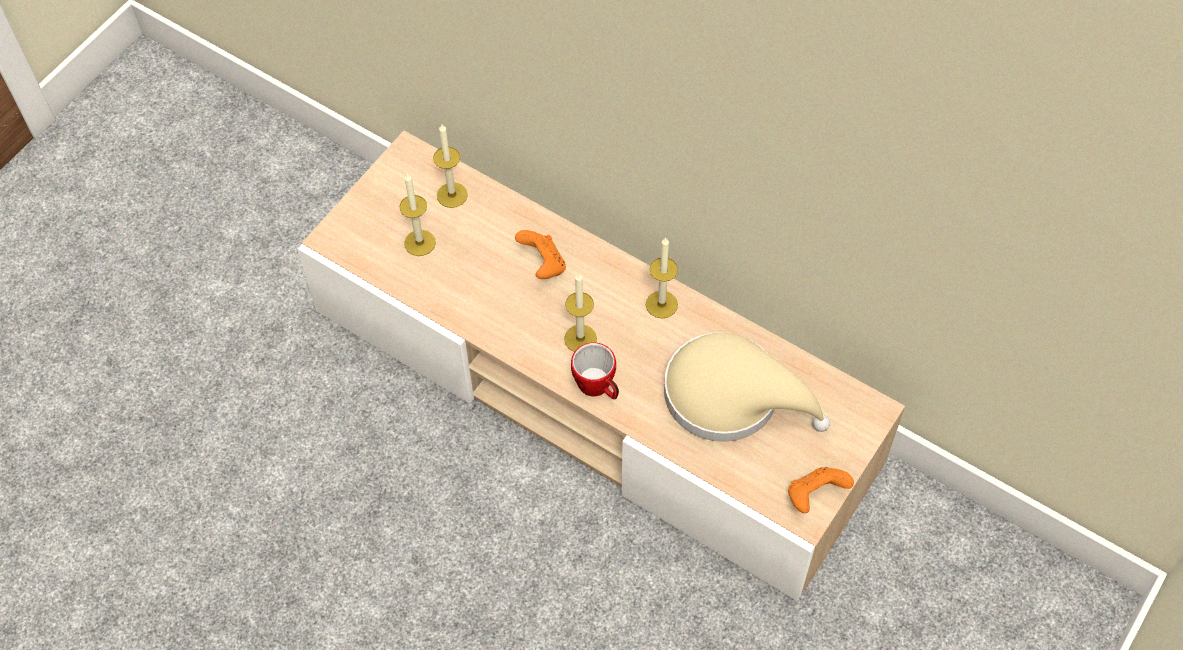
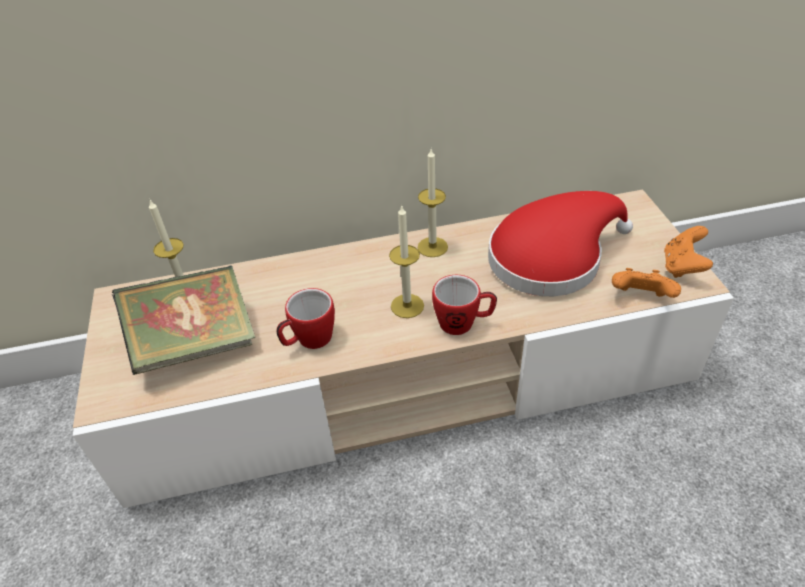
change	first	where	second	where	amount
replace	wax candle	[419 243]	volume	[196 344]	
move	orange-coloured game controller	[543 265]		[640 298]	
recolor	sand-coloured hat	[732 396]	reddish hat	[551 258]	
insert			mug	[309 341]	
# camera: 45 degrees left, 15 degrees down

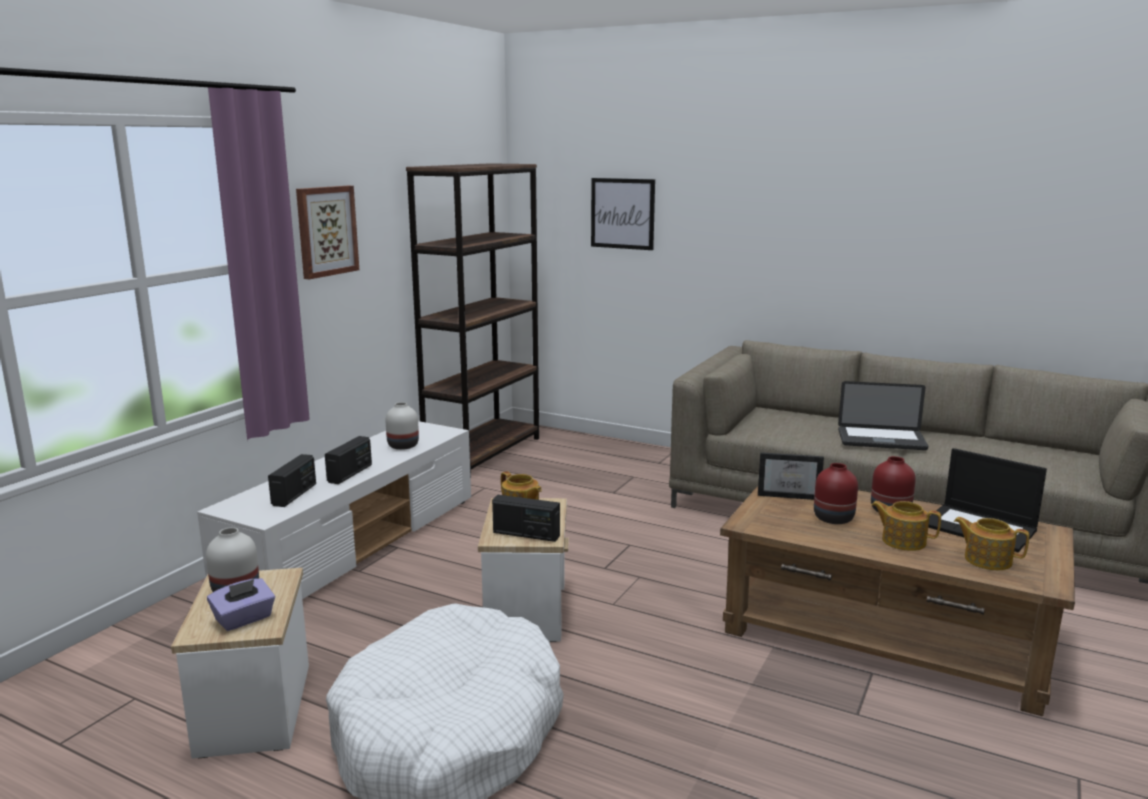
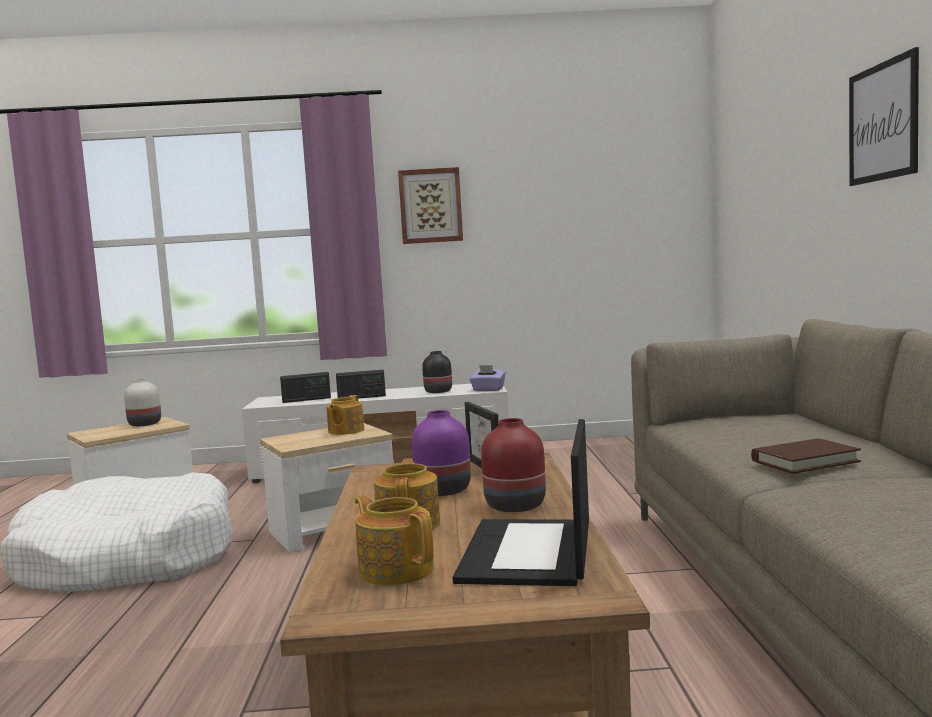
change	first	where	second	where	amount
delete	brown-coloured bookcase	[483 453]			
move	wall art	[622 213]		[883 122]	
replace	laptop	[881 440]	brown-coloured volume	[805 461]	
recolor	white decorative vase	[403 445]	blackish decorative vase	[439 391]	
recolor	reddish decorative vase	[834 518]	purple-coloured decorative vase	[445 490]	
delete	radio	[526 534]			
rotate	tea pot	[986 560]		[396 569]	45 degrees counterclockwise
move	purple-coloured tissue box	[244 619]		[488 390]	
# camera: 60 degrees right, 10 degrees down

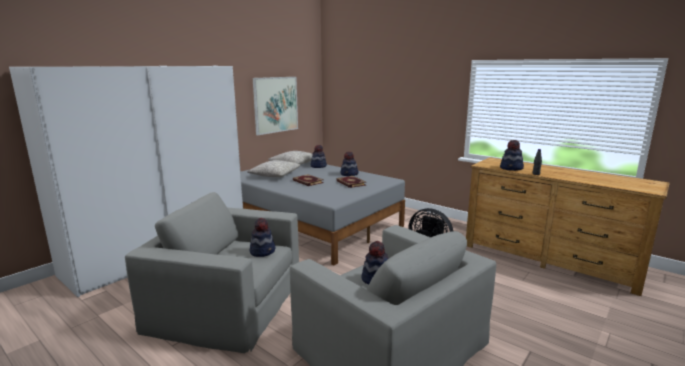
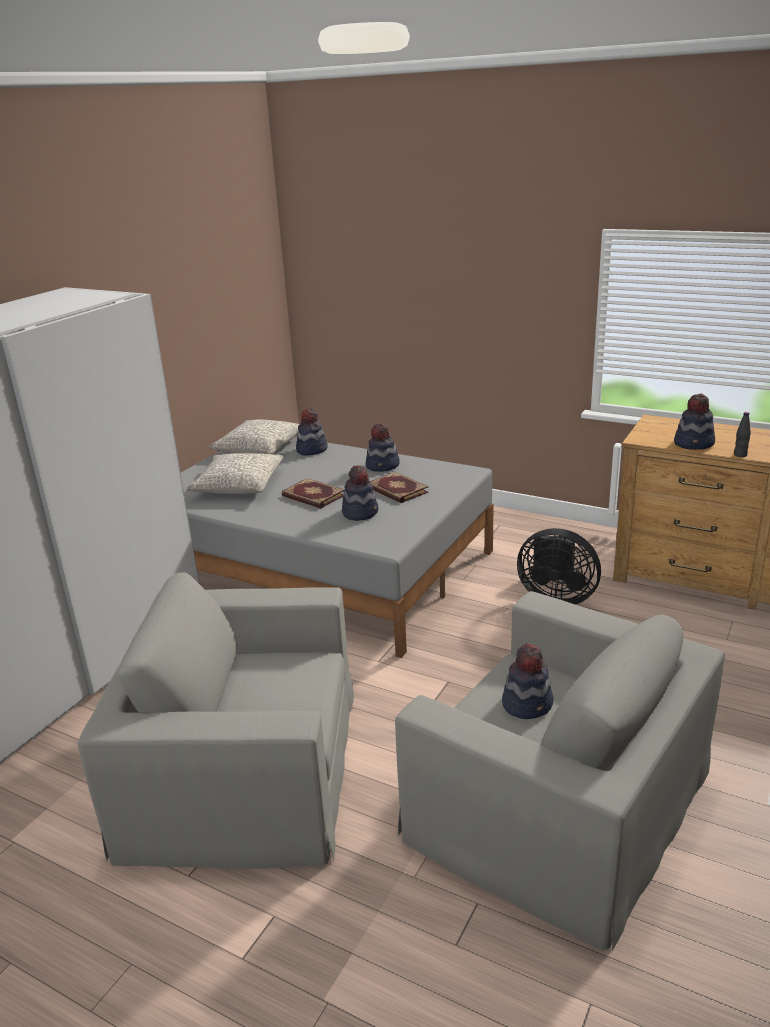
change	first	where	second	where	amount
delete	wall art	[275 104]			
move	hat	[263 251]		[360 512]	
# camera: 10 degrees left, 10 degrees up

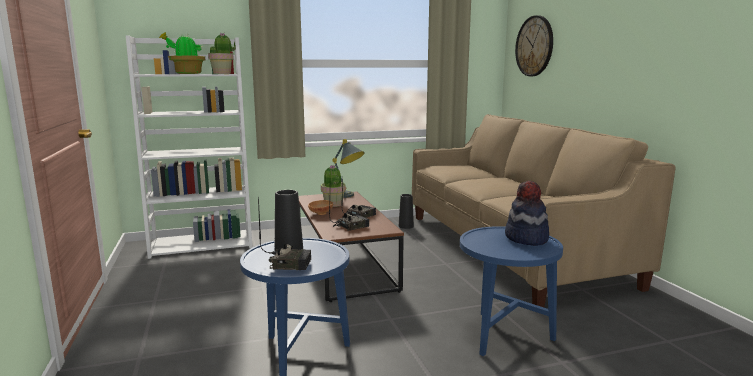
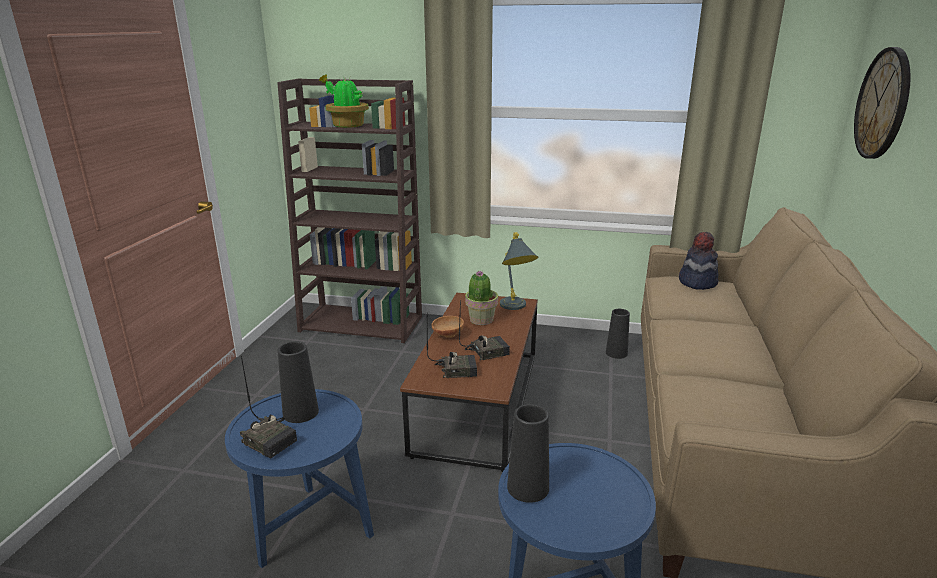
change	first	where	second	where	amount
delete	houseplant	[222 73]			
recolor	white bookcase	[203 244]	brown-coloured bookcase	[362 323]	
move	hat	[526 238]		[697 282]	
insert			blackish decorative vase	[528 487]	
# camera: 30 degrees right, 10 degrees up

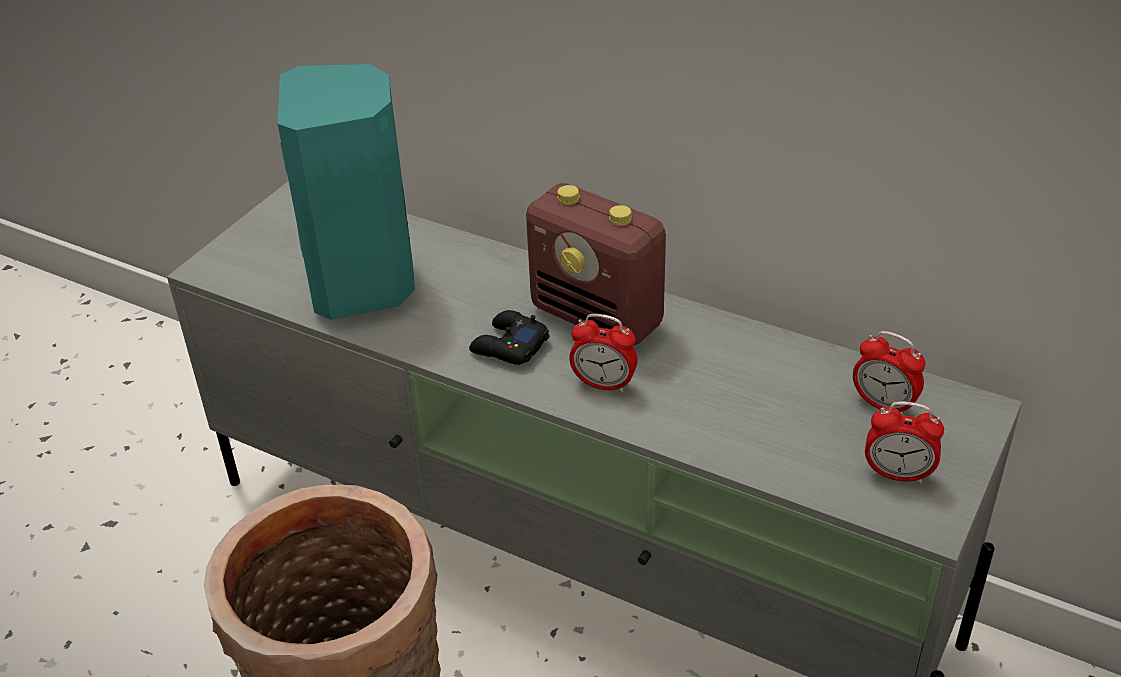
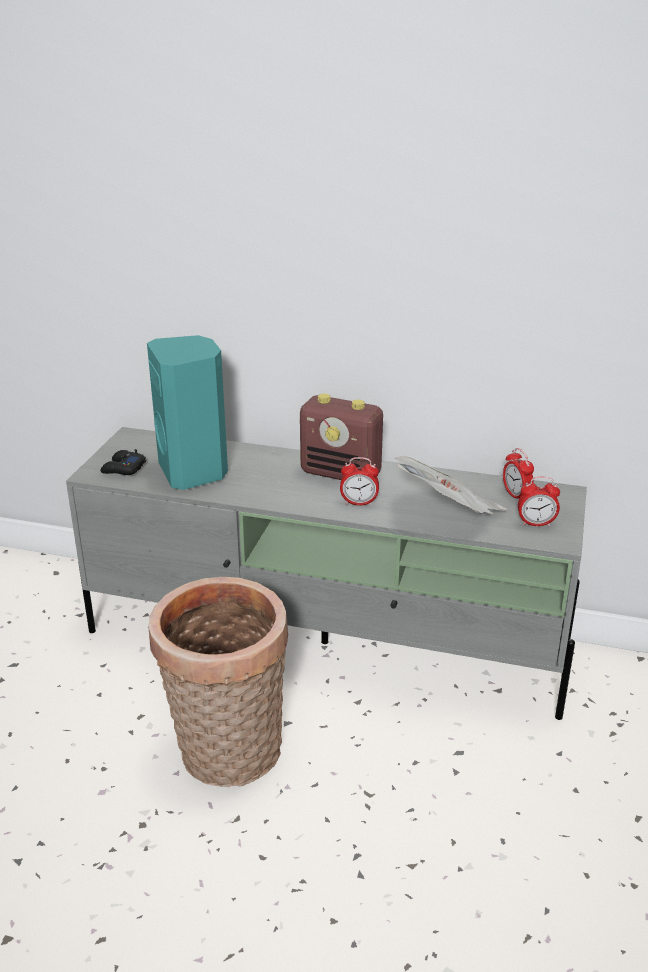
change	first	where	second	where	amount
move	blackish game controller	[509 346]		[123 469]	
rotate	bedside clock	[883 405]		[516 495]	45 degrees clockwise
insert			printed paper	[449 512]	
# camera: 15 degrees left, 10 degrees down

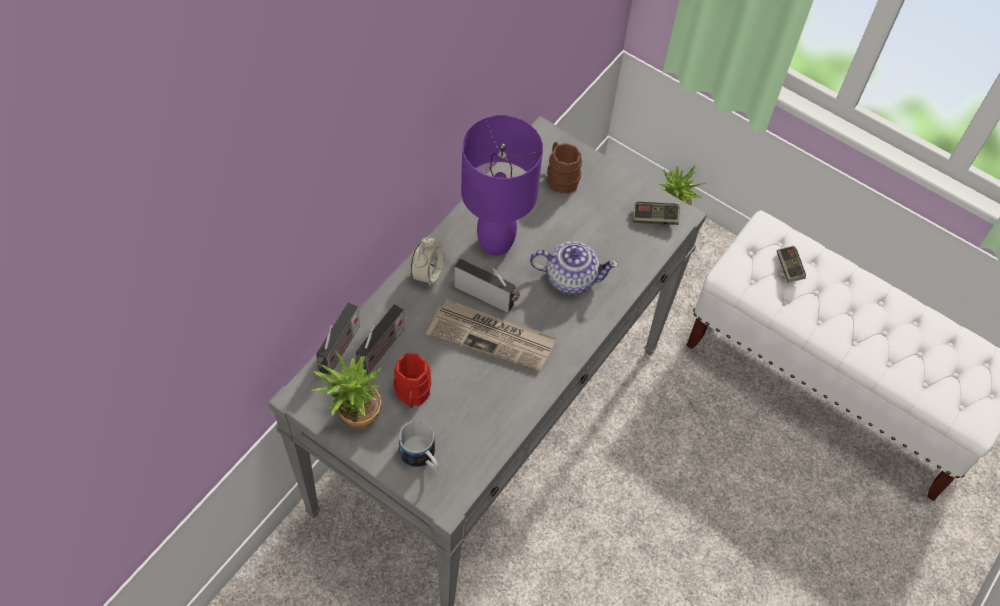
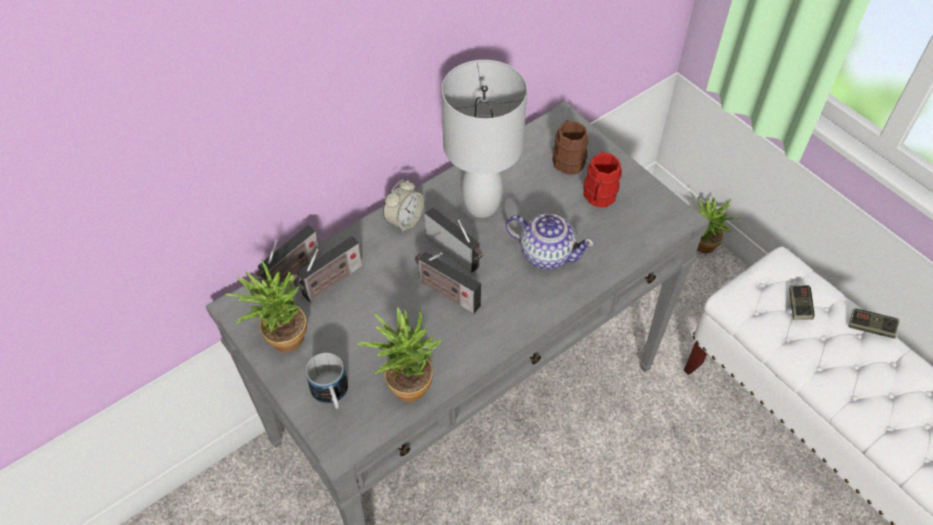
change	first	where	second	where	amount
recolor	purple-coloured lamp for a table	[494 243]	white lamp for a table	[480 205]	
move	game controller	[655 218]		[870 328]	
replace	printed paper	[492 337]	radio	[446 293]	
move	reddish mug	[412 394]		[598 198]	
insert			houseplant	[405 382]	
# camera: 20 degrees right, 5 degrees down

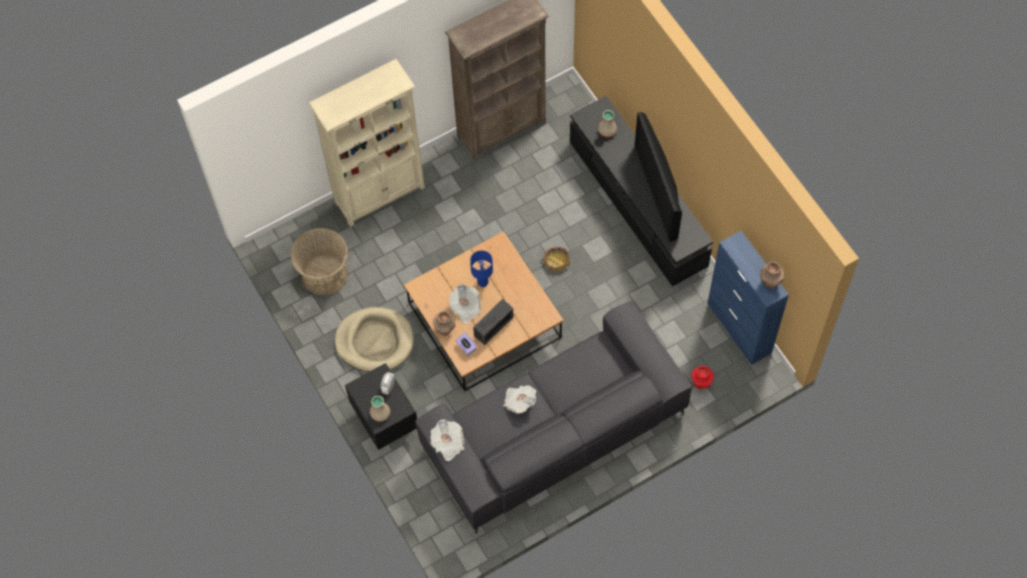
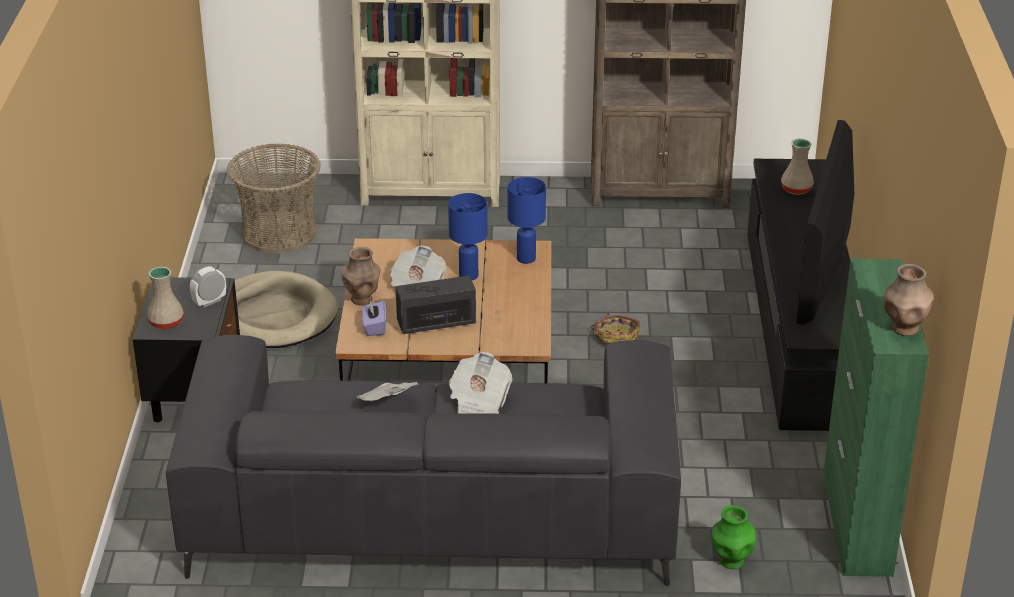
change	first	where	second	where	amount
recolor	blue storage cabinet	[739 328]	green storage cabinet	[857 523]	
recolor	reddish decorative vase	[700 383]	green decorative vase	[731 561]	
move	printed paper	[448 443]		[478 402]	
insert			blue lamp for a table	[526 258]	
# camera: 30 degrees right, 30 degrees down

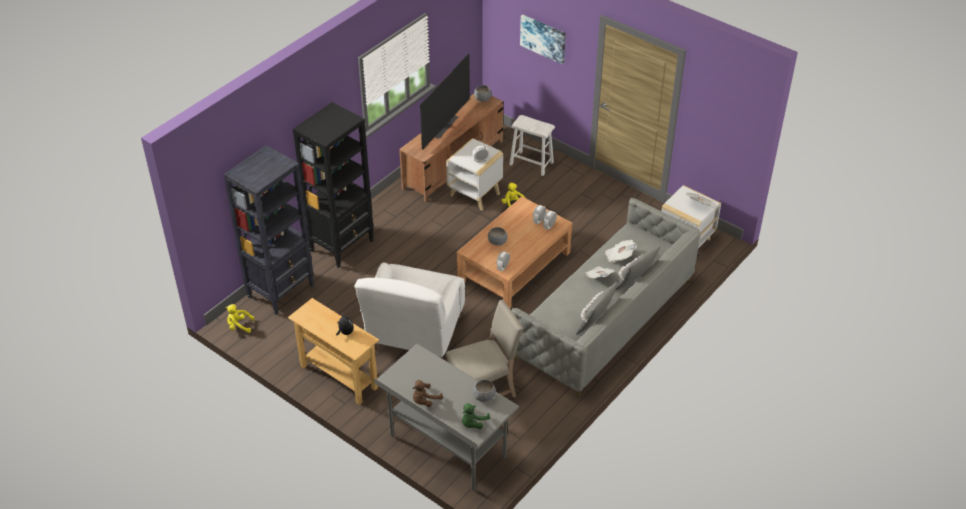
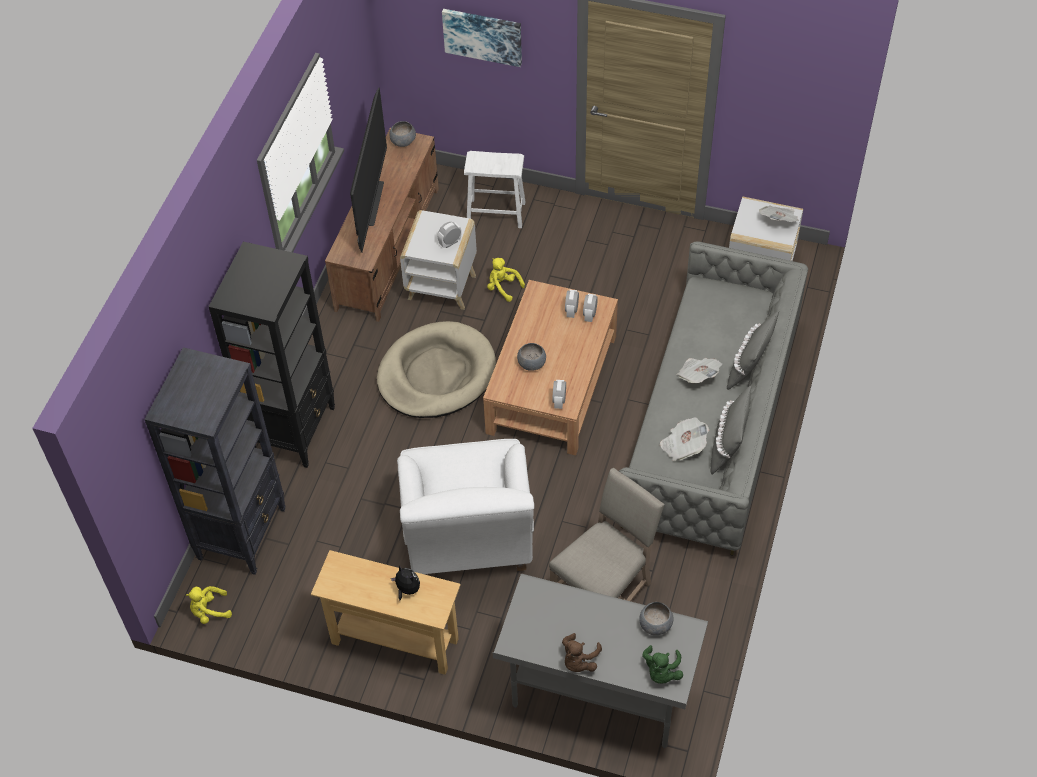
change	first	where	second	where	amount
move	printed paper	[619 256]		[683 446]	
insert			sand-coloured pet bed	[436 374]	
# camera: 20 degrees left, 10 degrees up

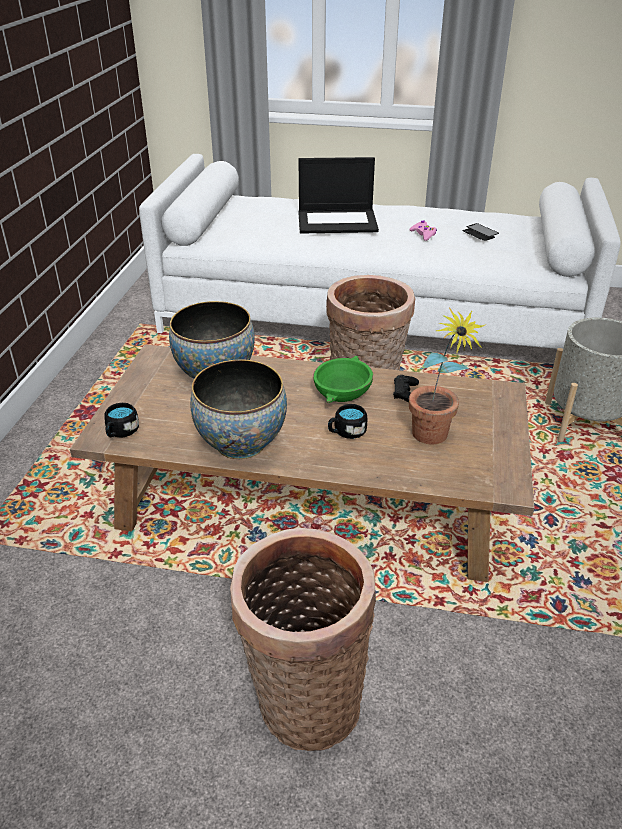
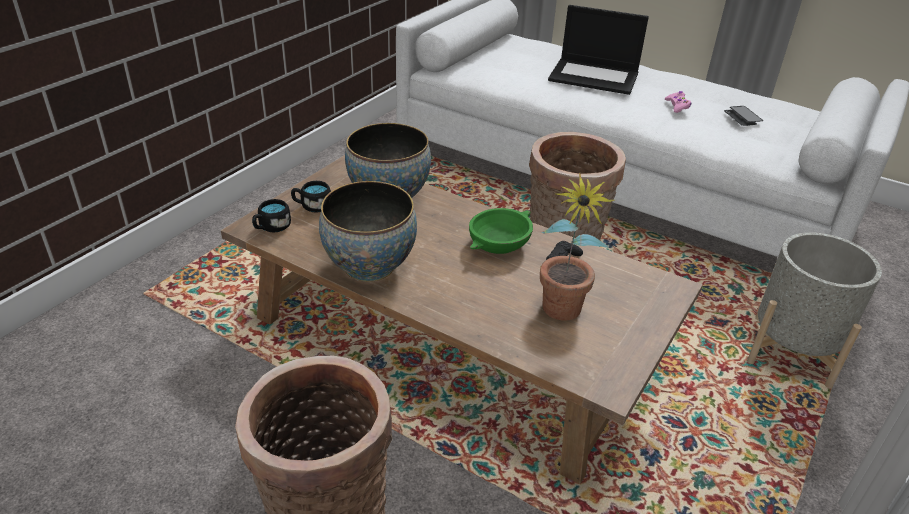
change	first	where	second	where	amount
move	blackish mug	[346 432]		[312 206]	
# camera: 20 degrees right, 0 degrees up

